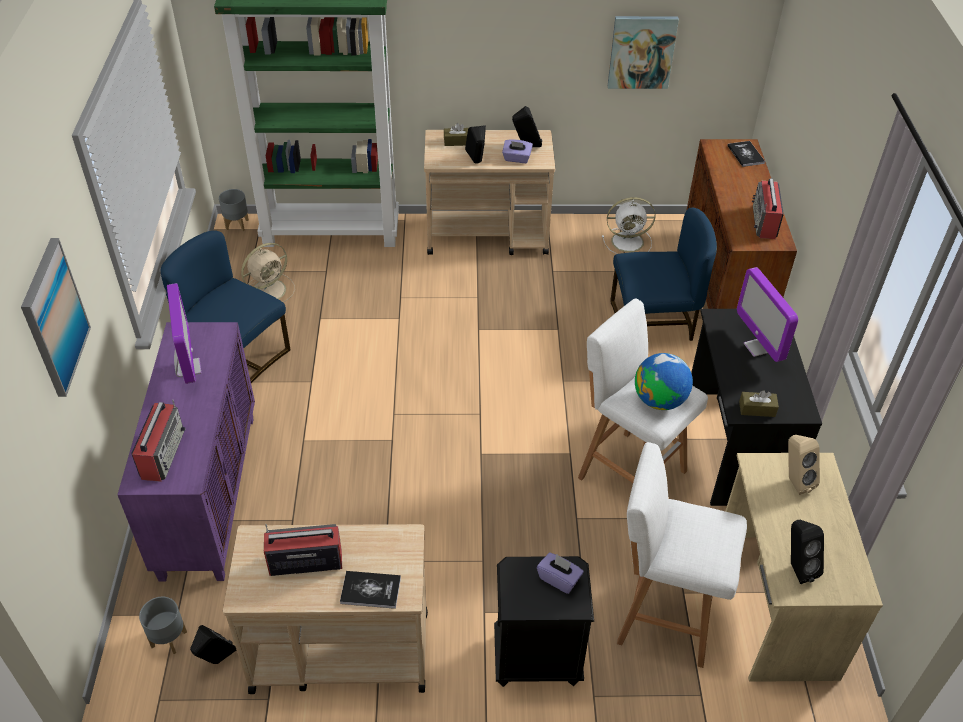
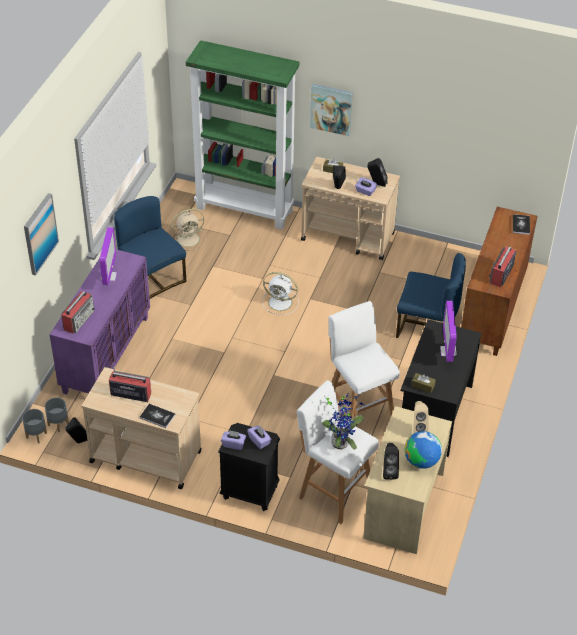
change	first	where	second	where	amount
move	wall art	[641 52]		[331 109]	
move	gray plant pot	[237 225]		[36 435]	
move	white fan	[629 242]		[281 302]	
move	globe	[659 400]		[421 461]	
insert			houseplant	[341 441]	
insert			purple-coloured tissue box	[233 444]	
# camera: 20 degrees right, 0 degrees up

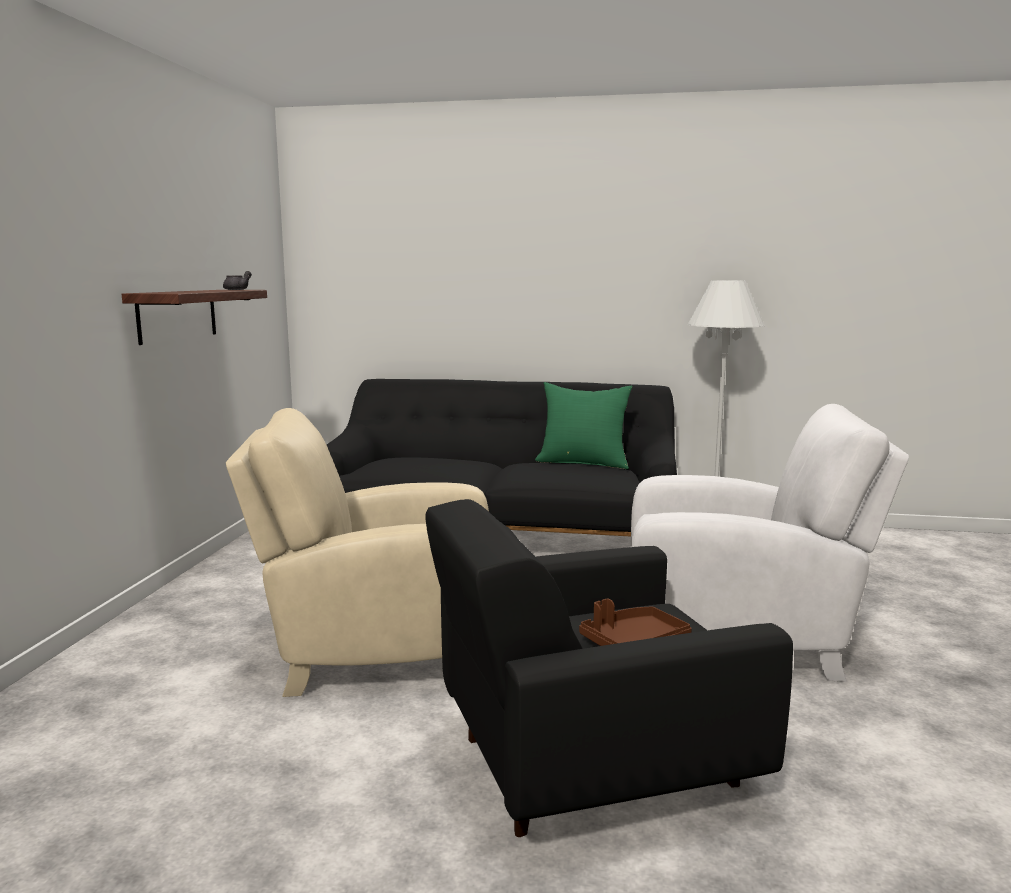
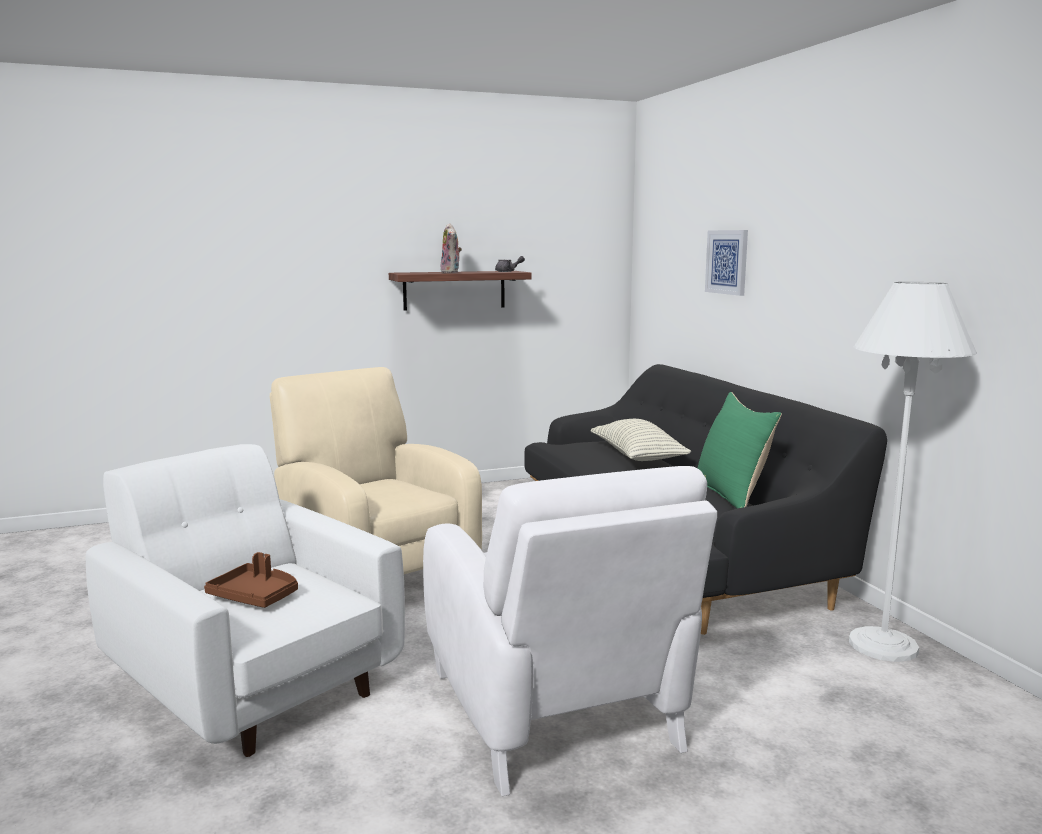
change	first	where	second	where	amount
recolor	blackish armchair	[587 762]	white armchair	[253 683]	
insert			cuddly toy	[451 272]	
insert			wall art	[727 262]	
insert			pillow	[637 456]	
# camera: 60 degrees right, 0 degrees up

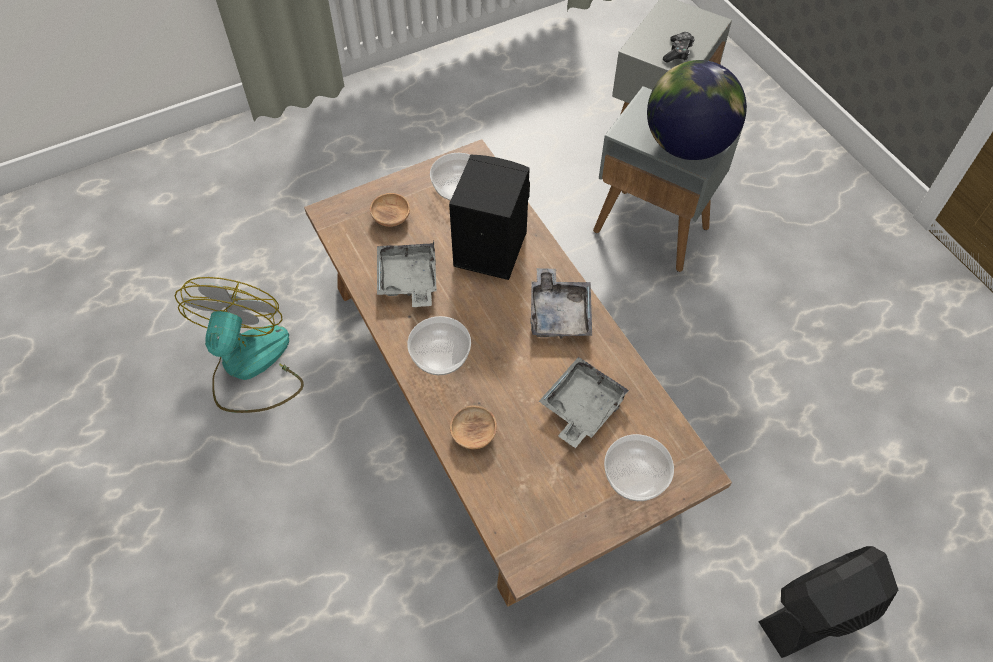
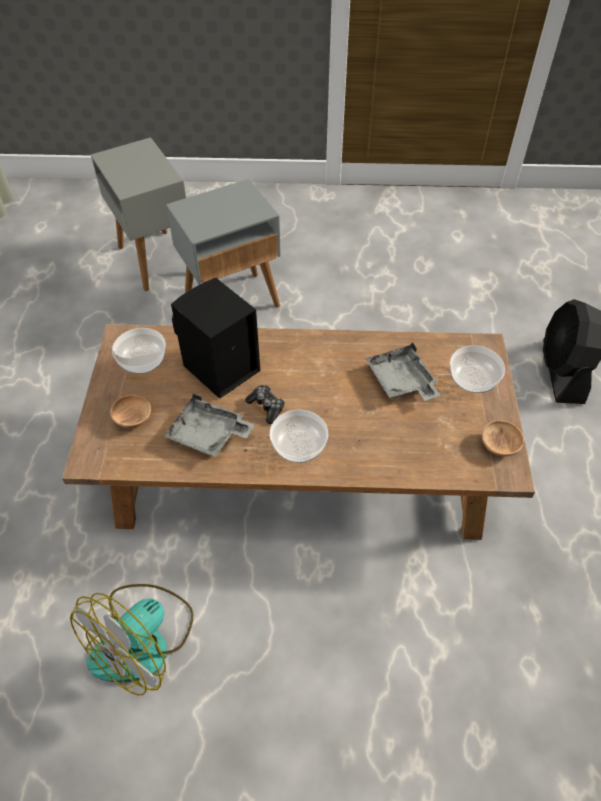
change	first	where	second	where	amount
move	game controller	[678 52]		[266 407]	
delete	globe	[687 145]			
delete	gray serving tray	[559 313]			
rotate	fan	[250 367]		[143 640]	90 degrees counterclockwise
move	brown-coloured bowl	[473 434]		[499 445]	
# camera: 60 degrees left, 5 degrees down

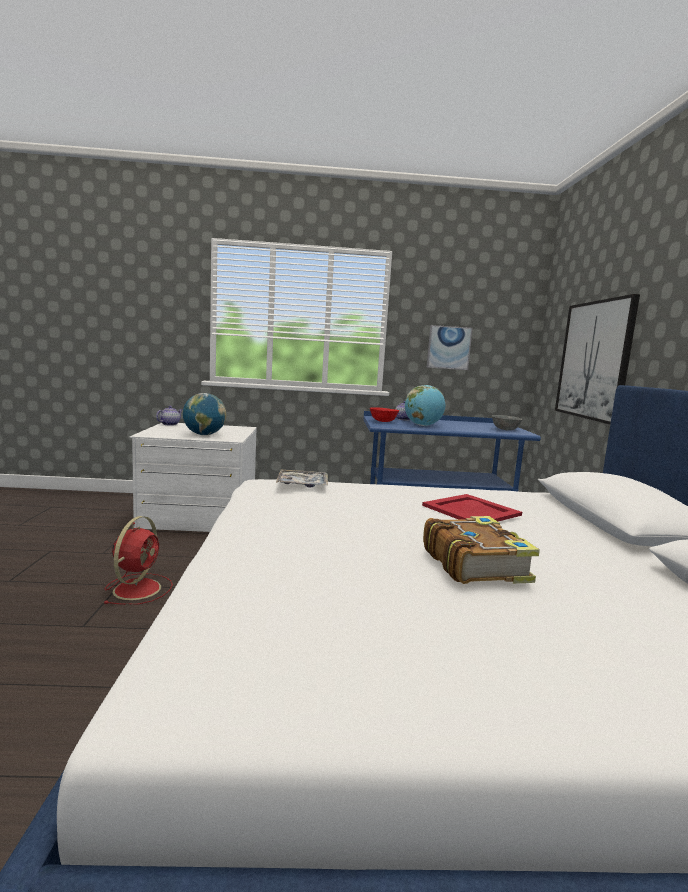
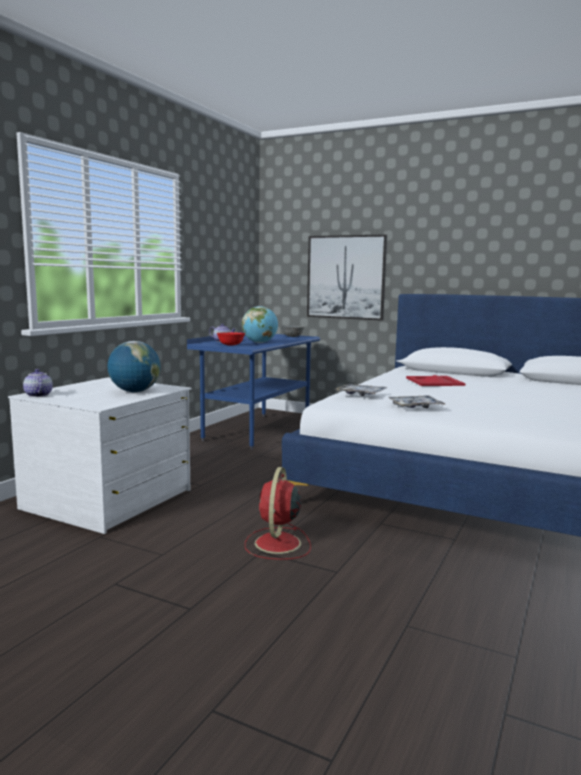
change	first	where	second	where	amount
delete	wall art	[449 347]			
rotate	reddish fan	[138 588]		[277 544]	120 degrees counterclockwise
delete	volume	[475 564]			
insert			serving tray	[415 407]	
# camera: 60 degrees left, 0 degrees up

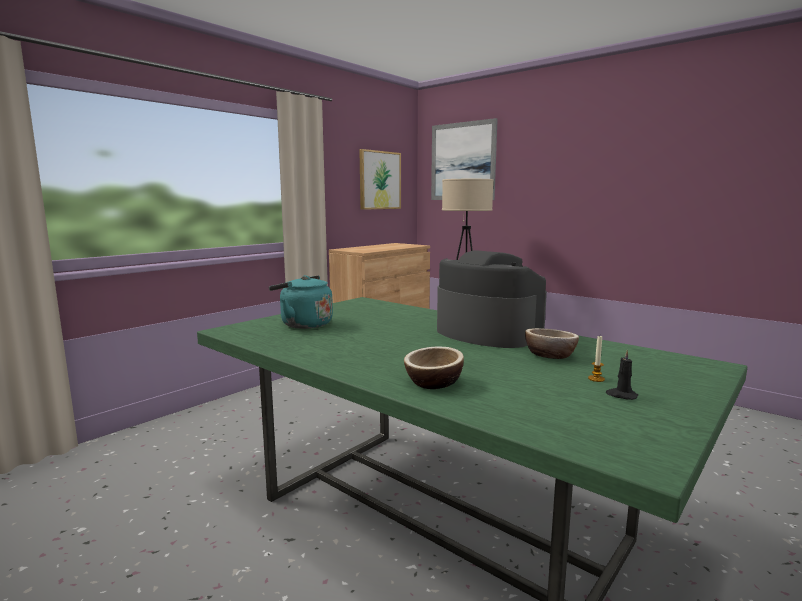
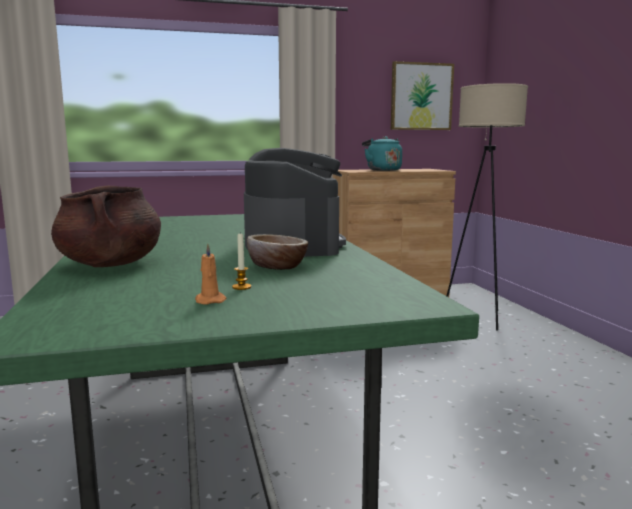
change	first	where	second	where	amount
delete	wall art	[462 161]			
move	blue-green water kettle	[303 324]		[382 170]	
replace	bowl	[433 382]	brown-coloured saucepot	[111 264]	
recolor	blackish wax candle	[621 395]	orange-coloured wax candle	[209 300]	
# camera: 35 degrees right, 0 degrees up

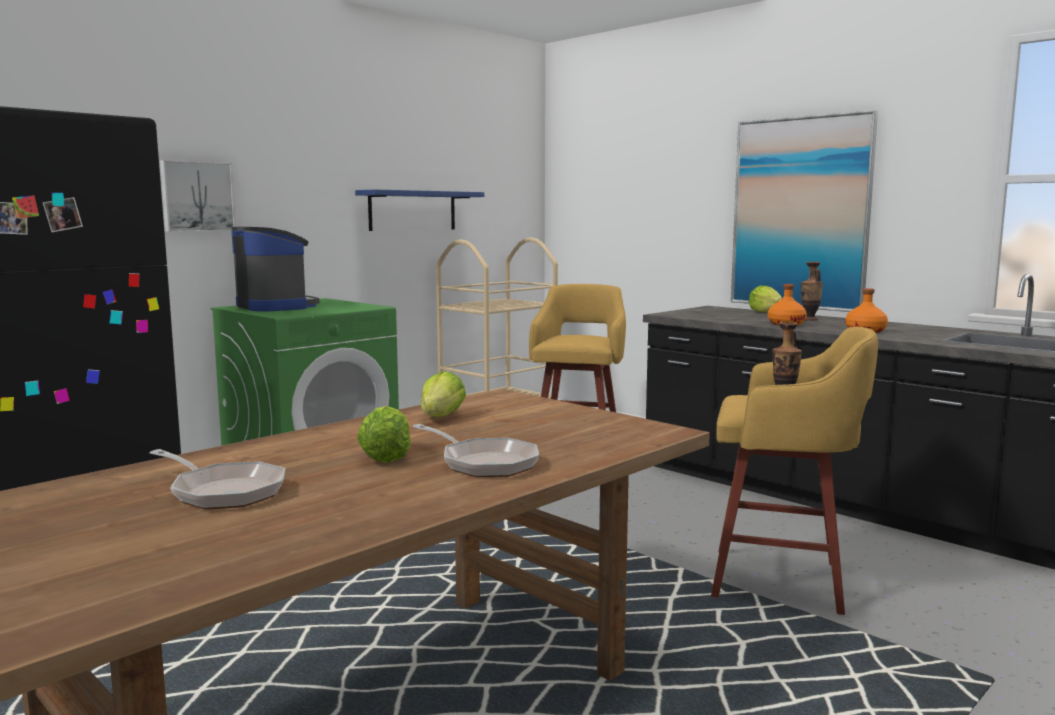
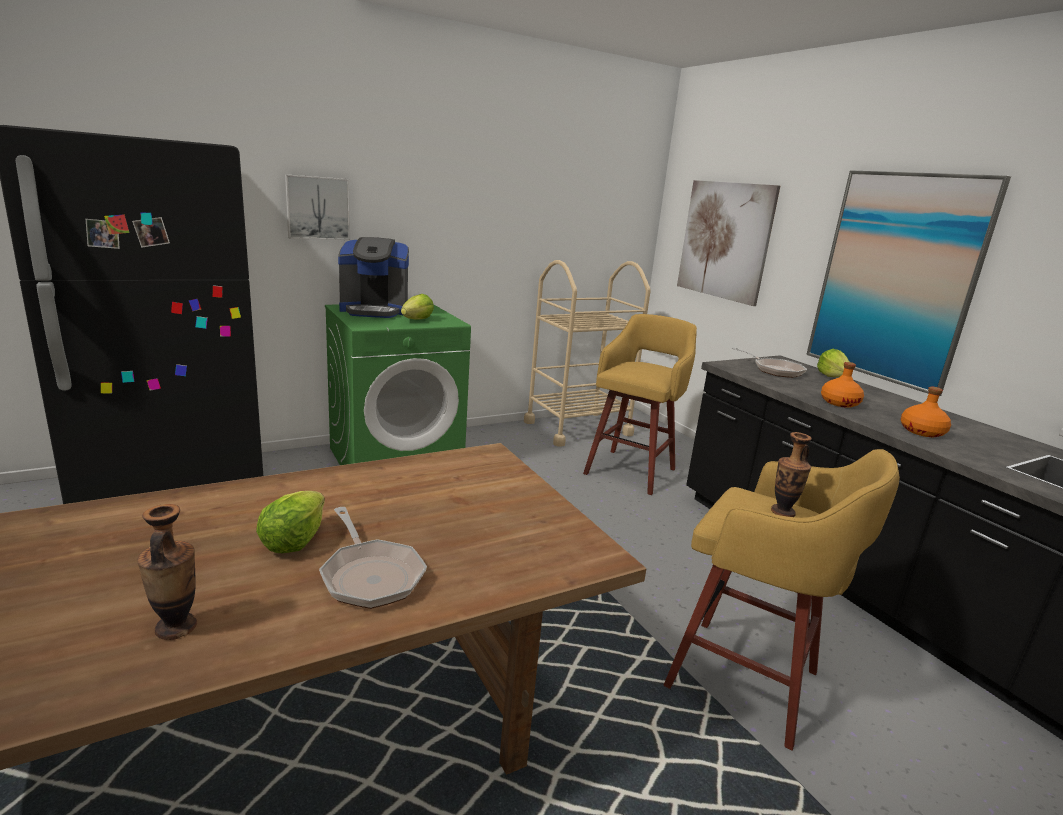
change	first	where	second	where	amount
delete	blue wall shelf	[412 210]			
rotate	coffee maker	[276 306]		[375 311]	105 degrees clockwise
move	decorative vase	[809 319]		[176 627]	
move	lettuce head	[442 417]		[417 320]	
move	pan	[223 492]		[774 370]	
insert			wall art	[724 240]	
# camera: 15 degrees right, 10 degrees up

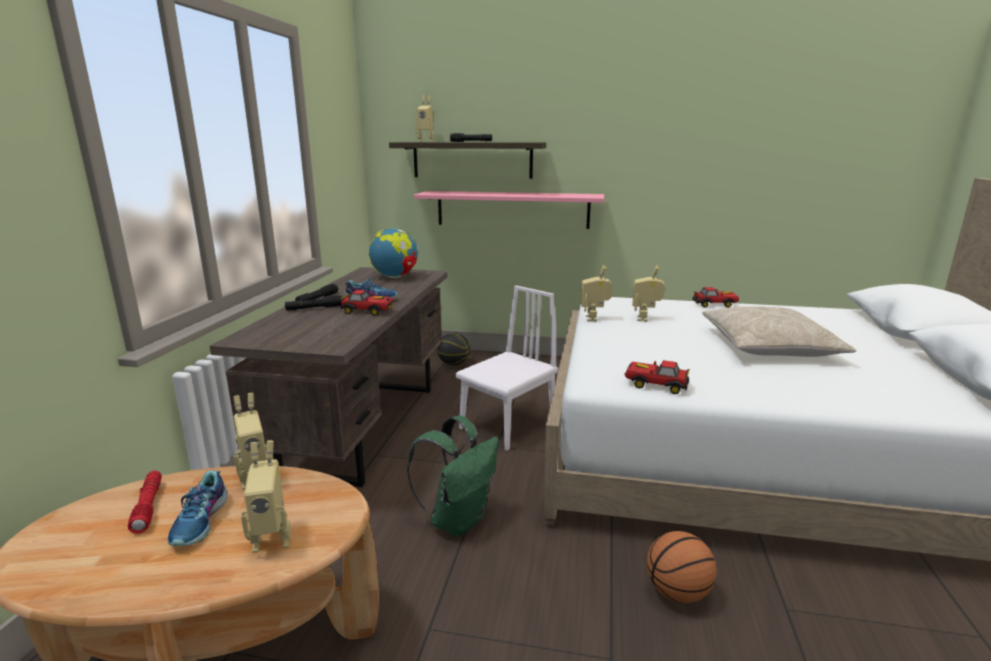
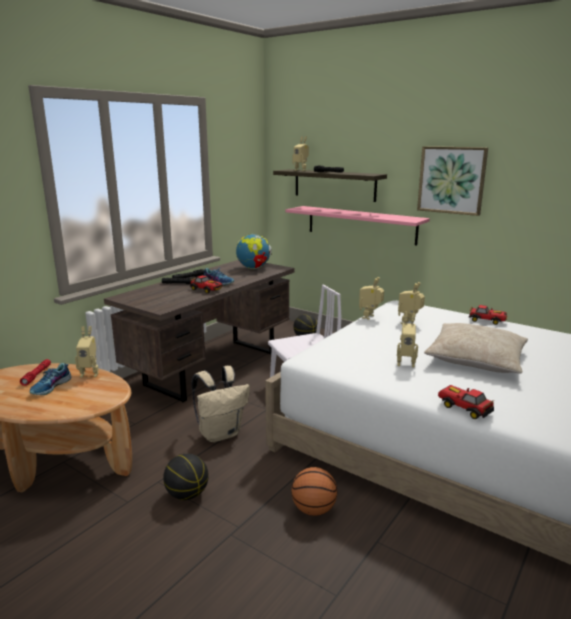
change	first	where	second	where	amount
move	miniature car	[655 385]		[464 408]	
recolor	green knapsack	[458 519]	sand-coloured knapsack	[220 433]	
move	toy robot	[272 539]		[405 363]	
insert			wall art	[451 180]	
insert			basketball ball	[187 494]	
# camera: 25 degrees right, 0 degrees up

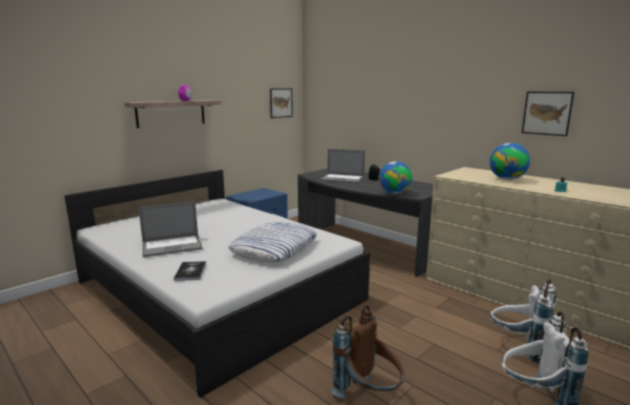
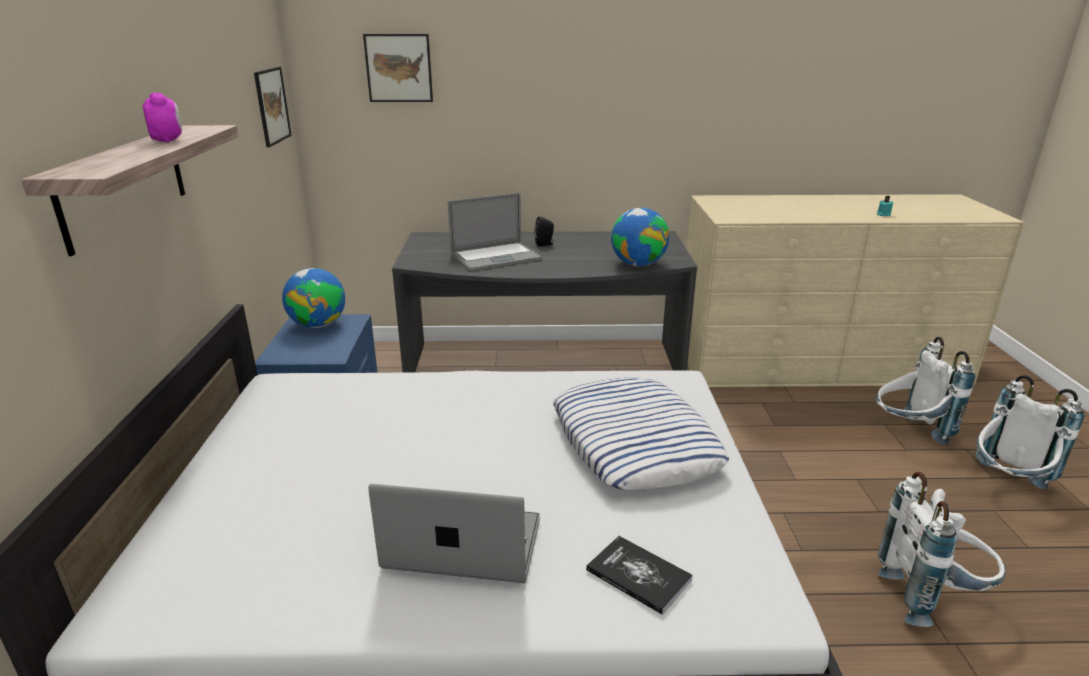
change	first	where	second	where	amount
move	wall art	[547 113]		[399 68]	
move	globe	[507 179]		[318 325]	
rotate	laptop	[172 246]		[463 543]	105 degrees counterclockwise
recolor	brown-coloured knapsack	[369 395]	white knapsack	[931 596]	
# camera: 45 degrees left, 10 degrees up

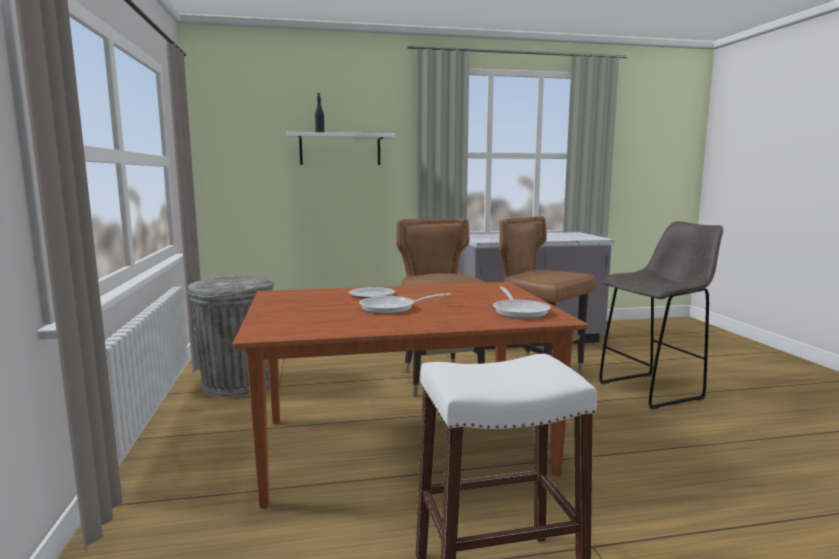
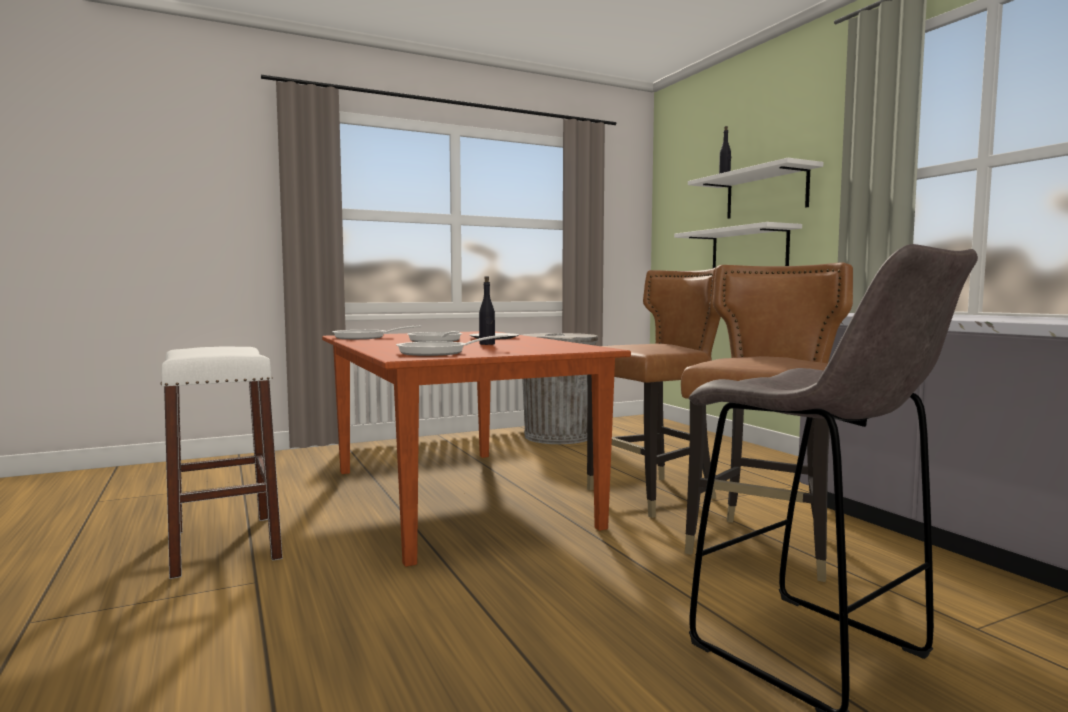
change	first	where	second	where	amount
insert			white wall shelf	[749 248]	
insert			blackish bottle	[487 344]	
insert			pan	[365 337]	
# camera: 75 degrees right, 5 degrees down

